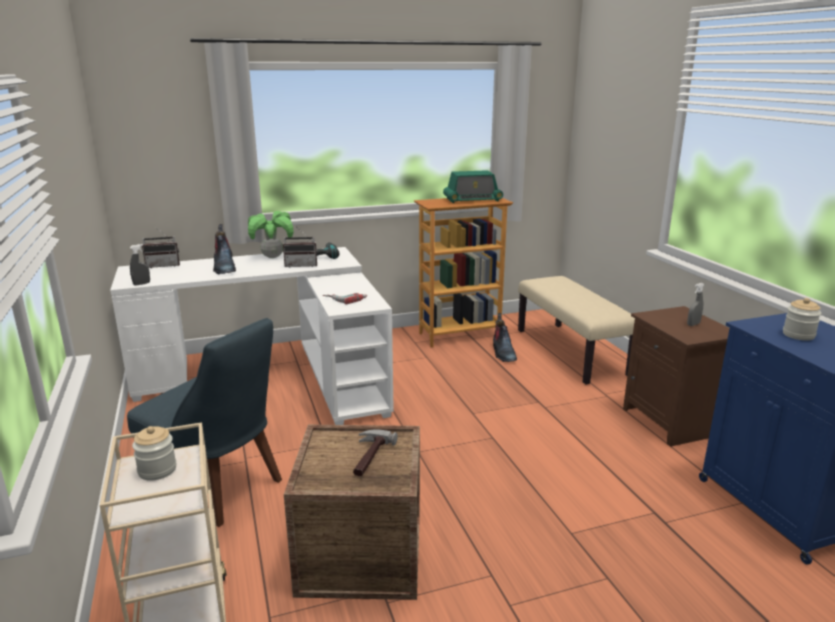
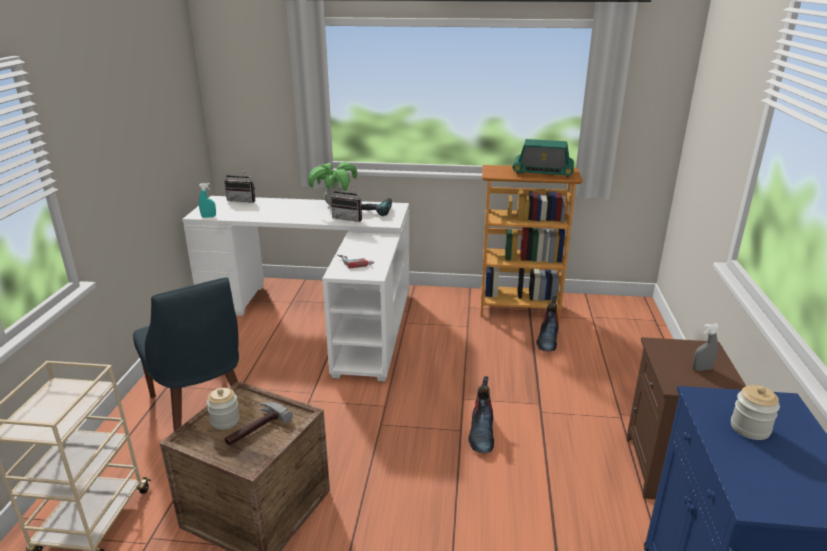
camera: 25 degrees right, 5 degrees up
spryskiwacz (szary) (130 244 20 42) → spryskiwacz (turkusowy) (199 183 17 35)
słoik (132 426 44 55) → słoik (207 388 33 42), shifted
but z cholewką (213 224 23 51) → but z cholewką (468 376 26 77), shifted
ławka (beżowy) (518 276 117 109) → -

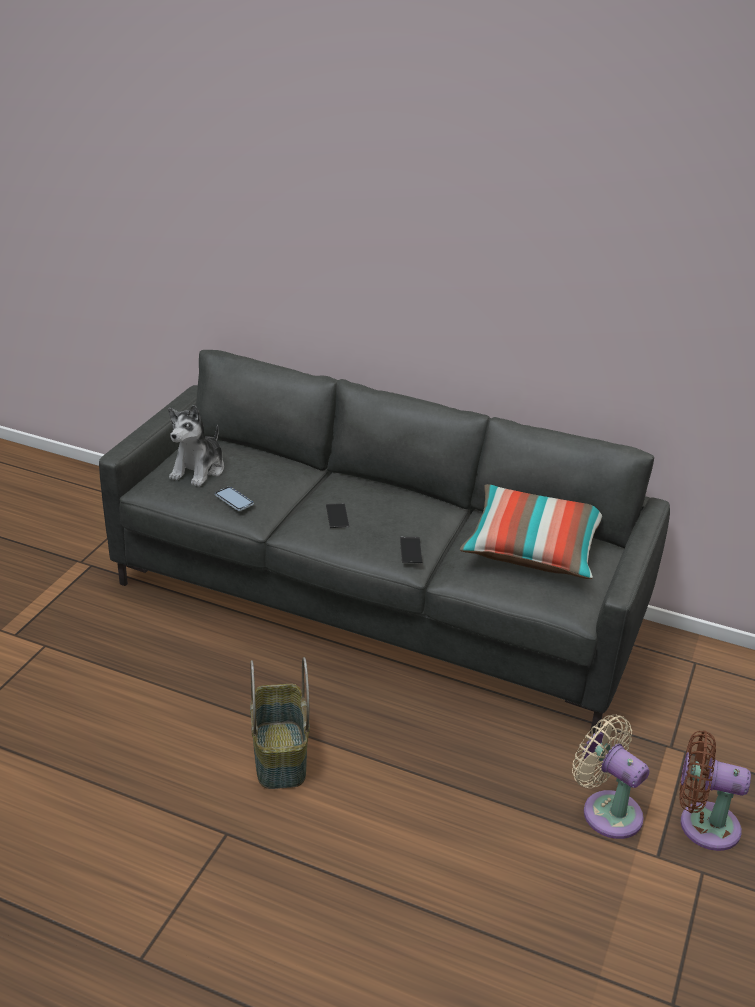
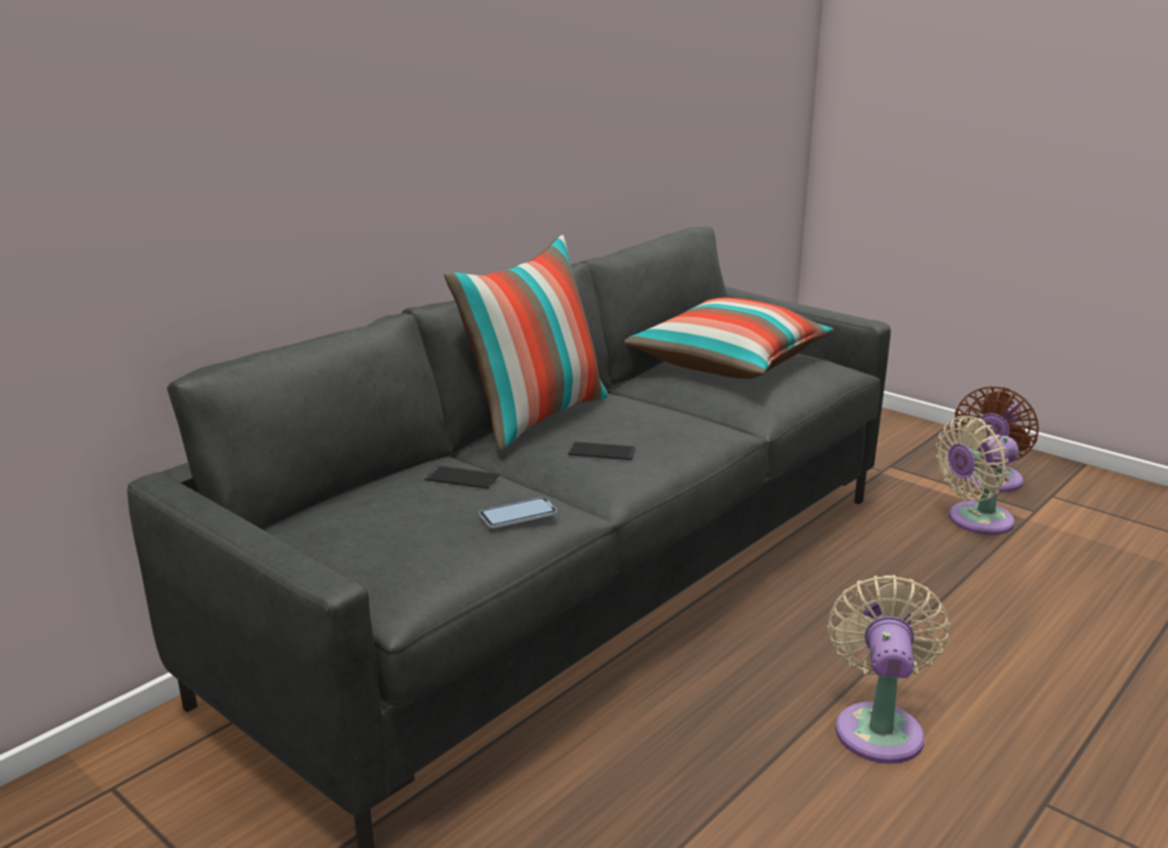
camera: 70 degrees left, 10 degrees down
pluszak (168 405 56 82) → -
koszyk (250 657 60 132) → wentylator (beżowy) (828 575 122 189)
telefon (400 537 22 26) → telefon (424 465 75 24), shifted
- → poduszka (444 235 164 216)

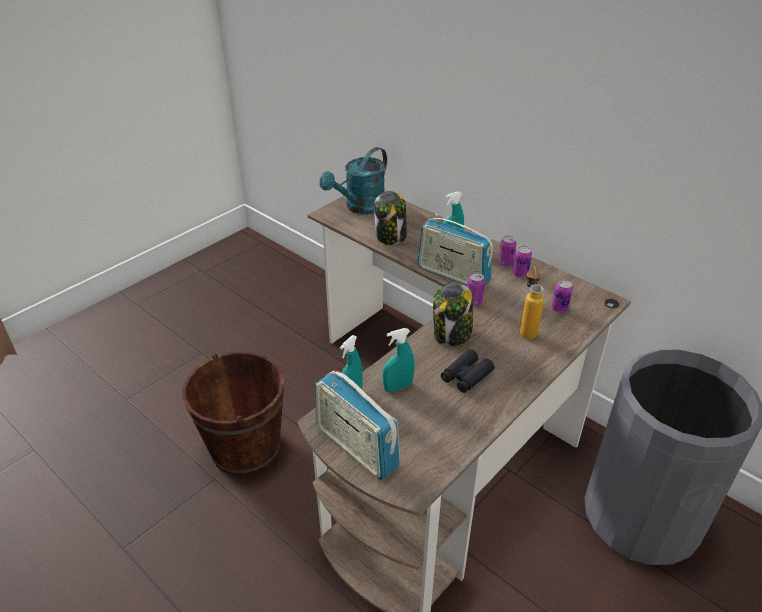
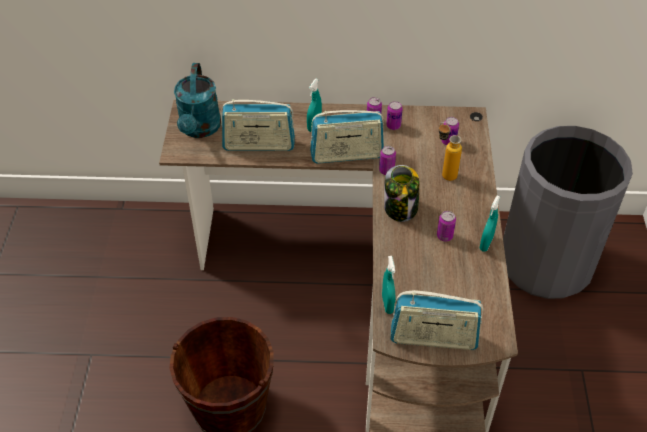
camera: 40 degrees left, 10 degrees up
słoik (374 191 33 54) → radio (221 99 74 52)
spryskiwacz (turkusowy) (383 328 31 64) → spryskiwacz (turkusowy) (480 196 20 56), shifted
lornetka (czarny) (441 349 54 44) → puszka (437 211 19 31)

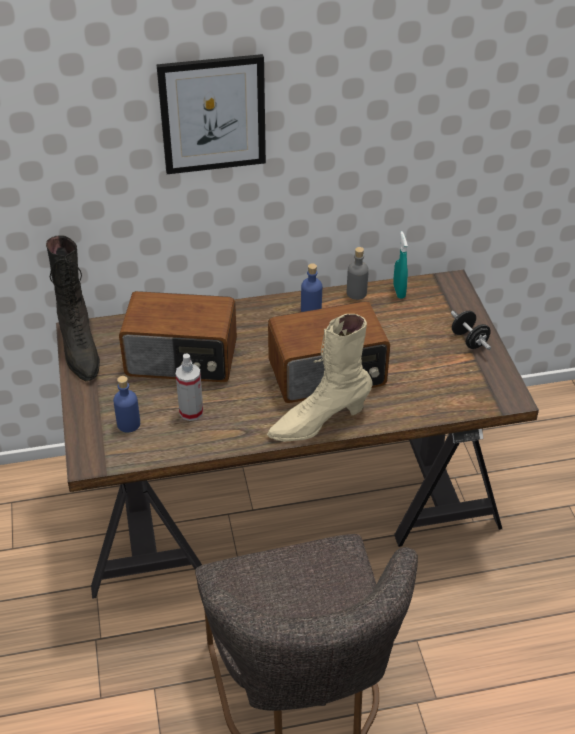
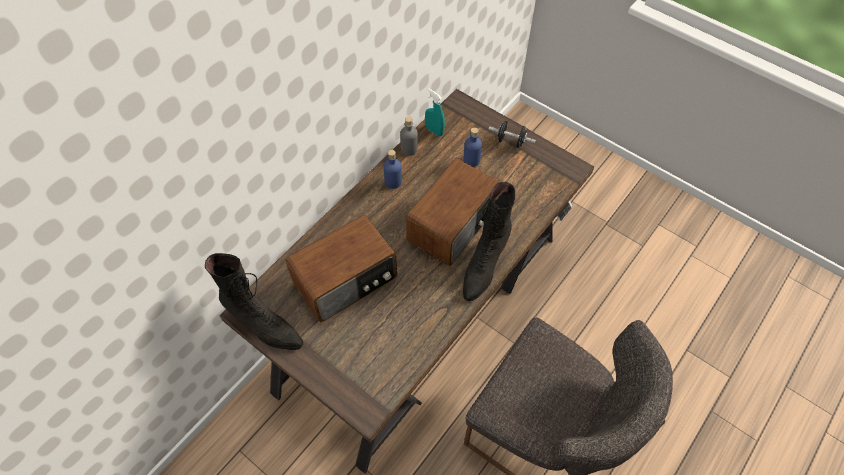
camera: 40 degrees left, 15 degrees up
butelka (niebieski) (113 376 27 57) → butelka (niebieski) (464 127 18 40), shifted
obraz (156 54 110 120) → -
spryskiwacz (176 354 27 67) → -
but z cholewką (beżowy) (267 314 106 128) → but z cholewką (czarny) (463 182 52 119)

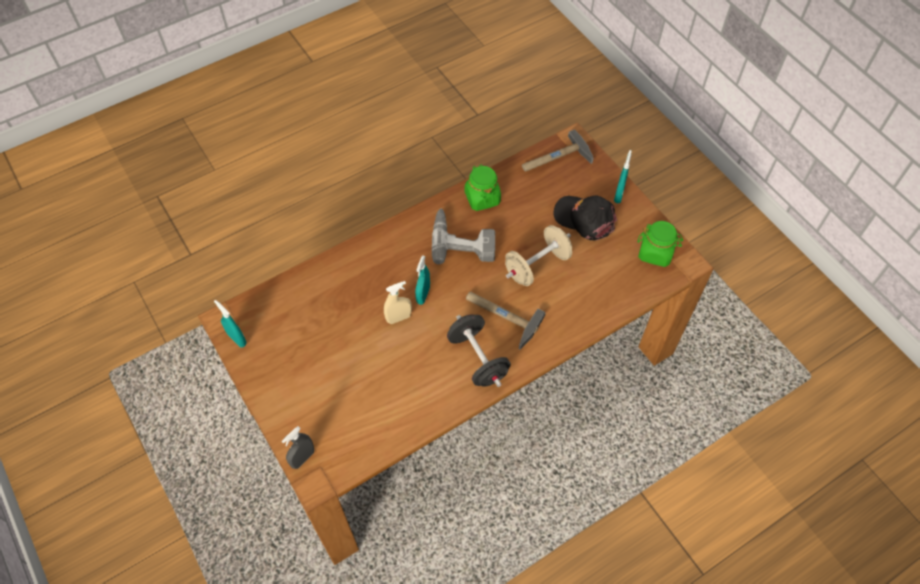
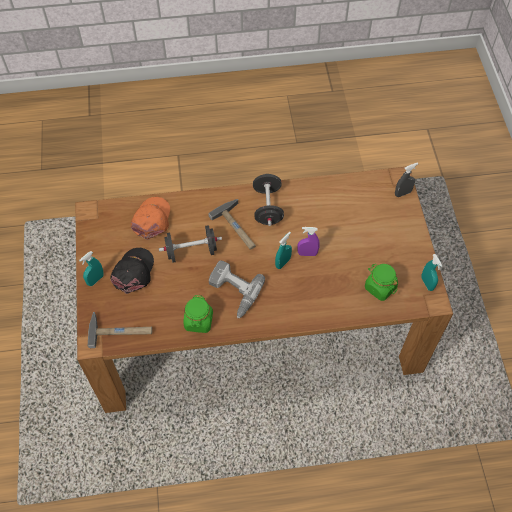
camera: 155 degrees left, 0 degrees up
spryskiwacz (beżowy) (384 281 28 43) → spryskiwacz (fioletowy) (297 227 23 29)
hantel (beżowy) (505 225 67 61) → hantel (czarny) (159 225 63 38)
czapka z daszkiem (czarny) (553 195 64 46) → czapka z daszkiem (czarny) (110 247 44 47), 135 degrees counterclockwise
słoik (zielony) (637 221 46 46) → słoik (zielony) (365 264 33 37), shifted
- → czapka z daszkiem (pomarańczowy) (131 197 39 43)

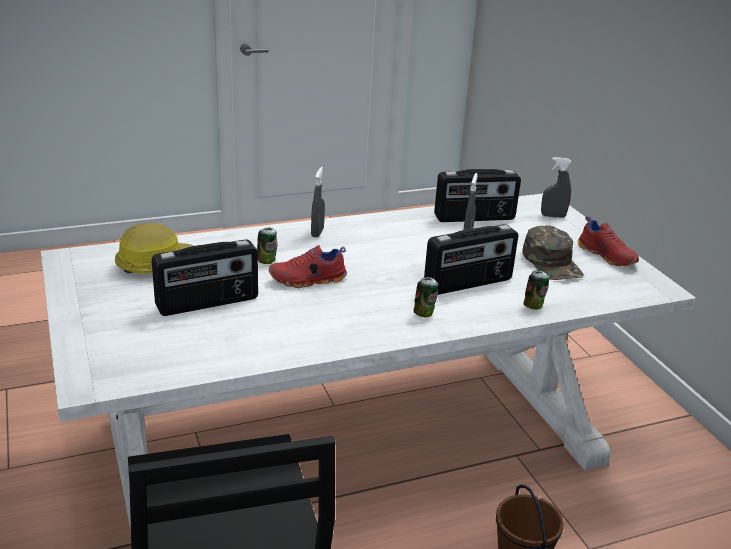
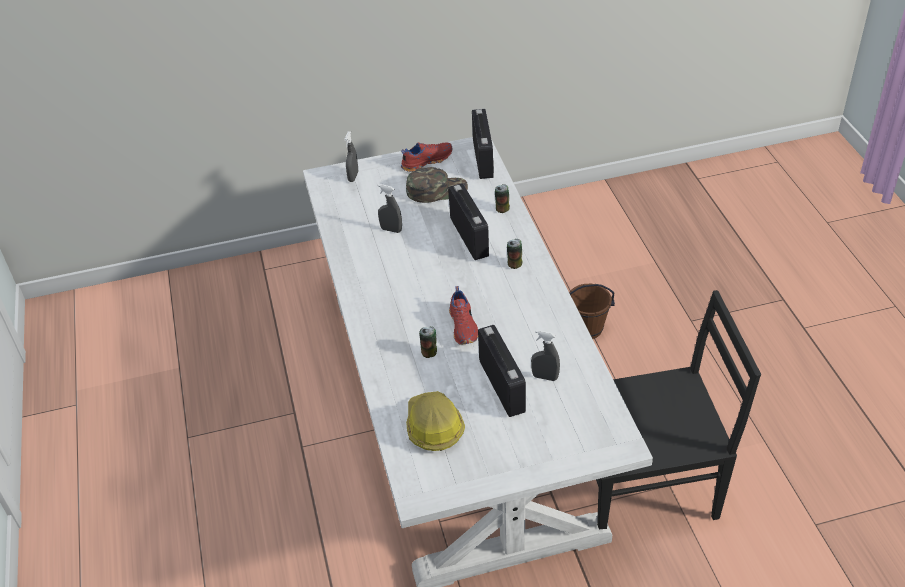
camera: 80 degrees left, 15 degrees up
spryskiwacz (szary) (311 167 14 70) → spryskiwacz (szary) (531 330 29 51), shifted
radio (434 169 87 53) → radio (472 109 22 70), shifted

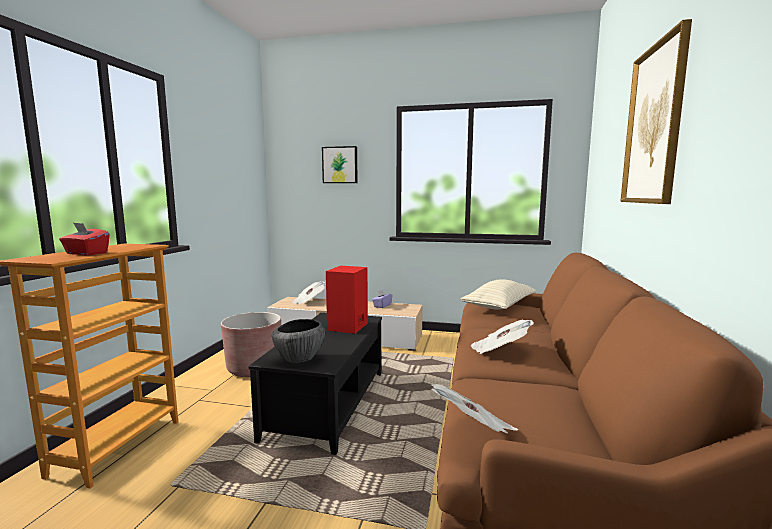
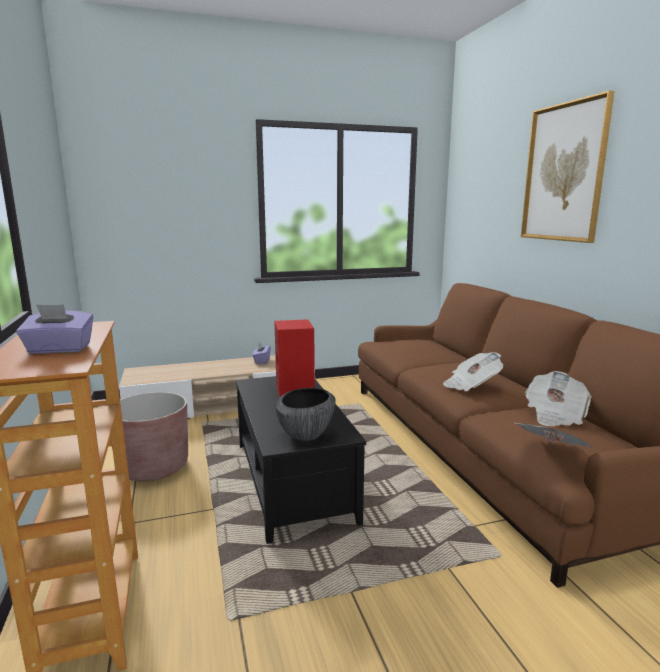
camera: 30 degrees left, 5 degrees up
pudełko chusteczek (czerwony) (59 223 51 32) → pudełko chusteczek (fioletowy) (16 304 77 50)
gazeta (292 281 33 23) → gazeta (525 371 67 55), shifted
obraz (322 146 36 37) → -
poduszka (beżowy) (460 279 76 31) → -

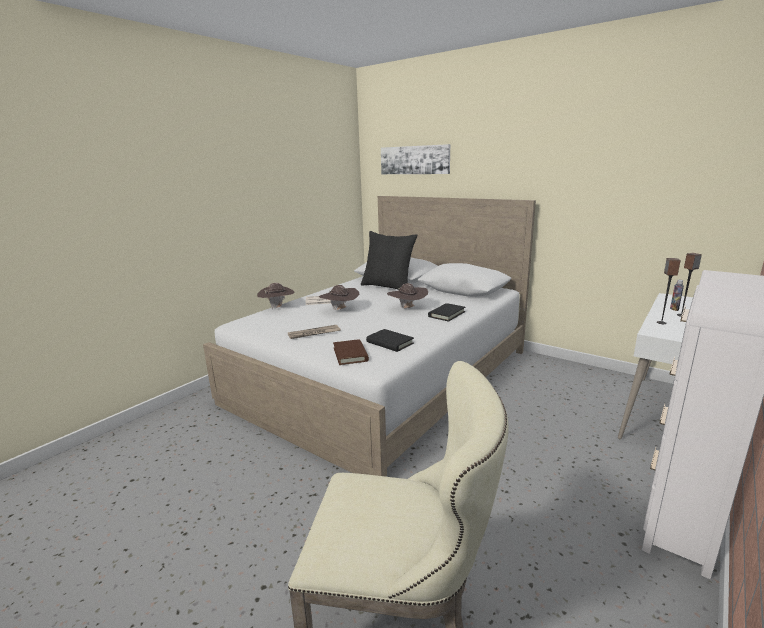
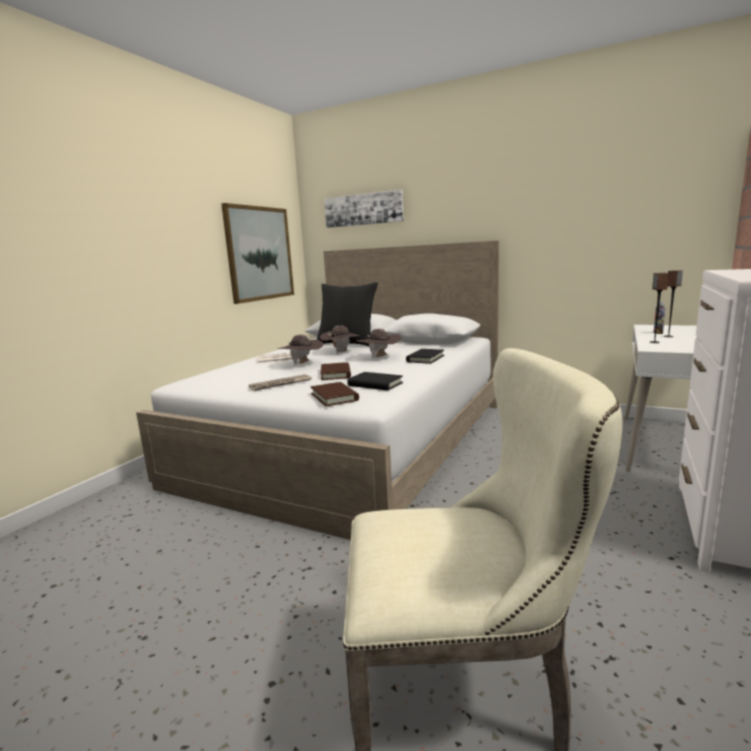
camera: 10 degrees left, 5 degrees down
kapelusz (brązowy) (257 283 37 26) → kapelusz (brązowy) (320 325 40 29), shifted
- → obraz (221 203 73 101)
- → książka (brązowy) (321 362 30 18)

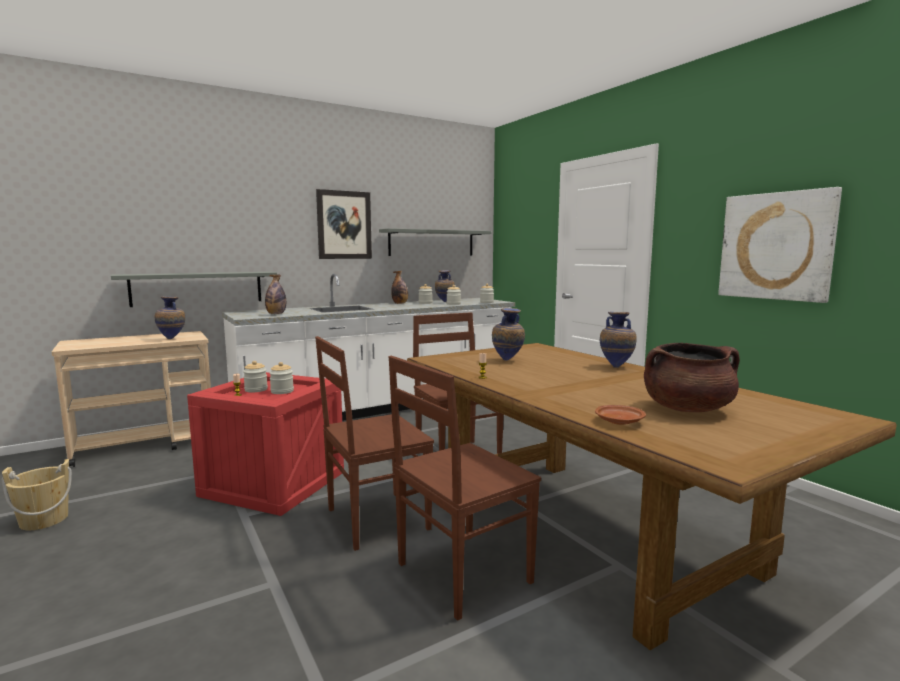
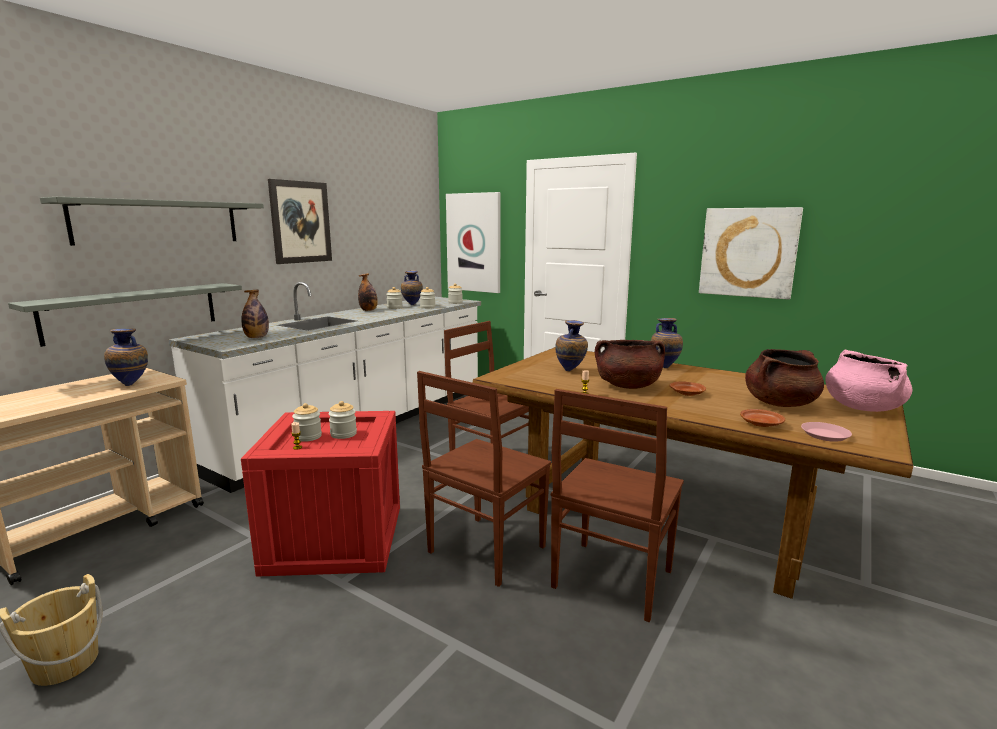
camera: 25 degrees left, 5 degrees up
półka (szary) (379 228 113 28) → półka (szary) (40 197 224 49), shifted
- → obraz (446 192 55 101)
- → garnek (brązowy) (595 340 70 49)
- → talerz (brązowy) (670 381 36 15)
- → talerz (różowy) (801 422 51 20)
- → garnek (różowy) (825 349 88 63)

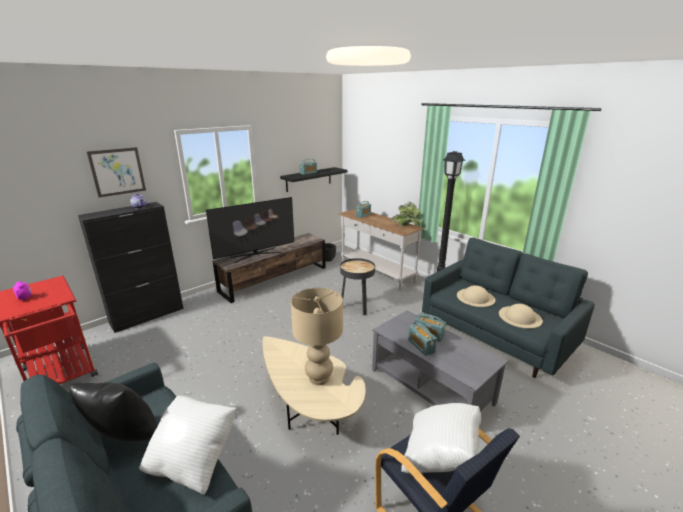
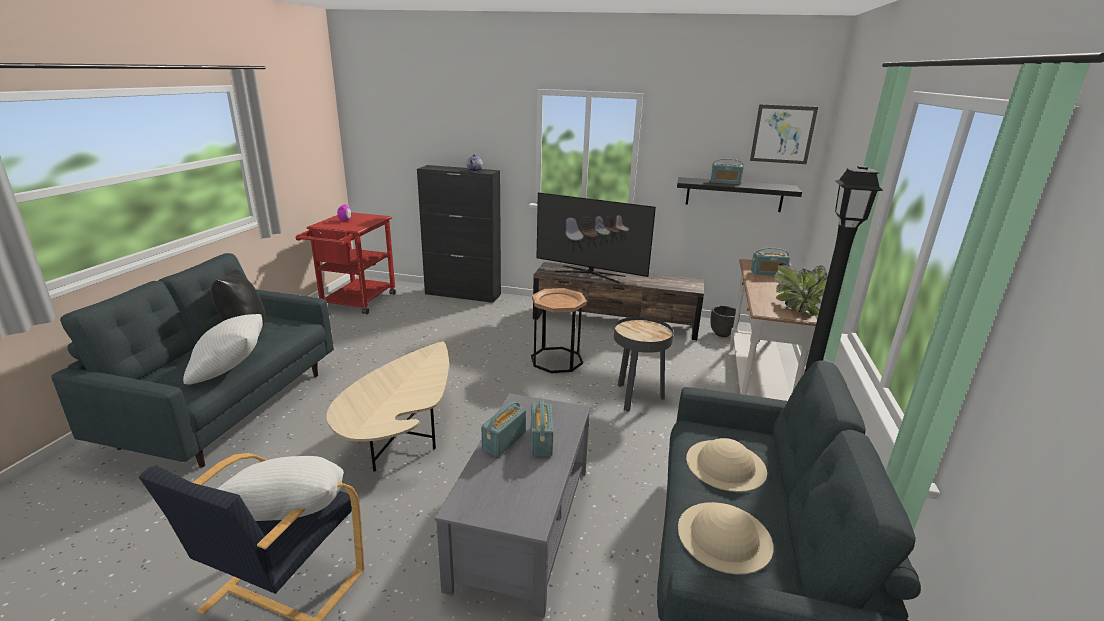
camera: 55 degrees right, 0 degrees up
obraz (87 147 59 50) → obraz (750 104 68 60), shifted
lampa stołowa (beżowy) (291 288 52 97) → -
- → stolik (brązowy) (531 288 56 85)

